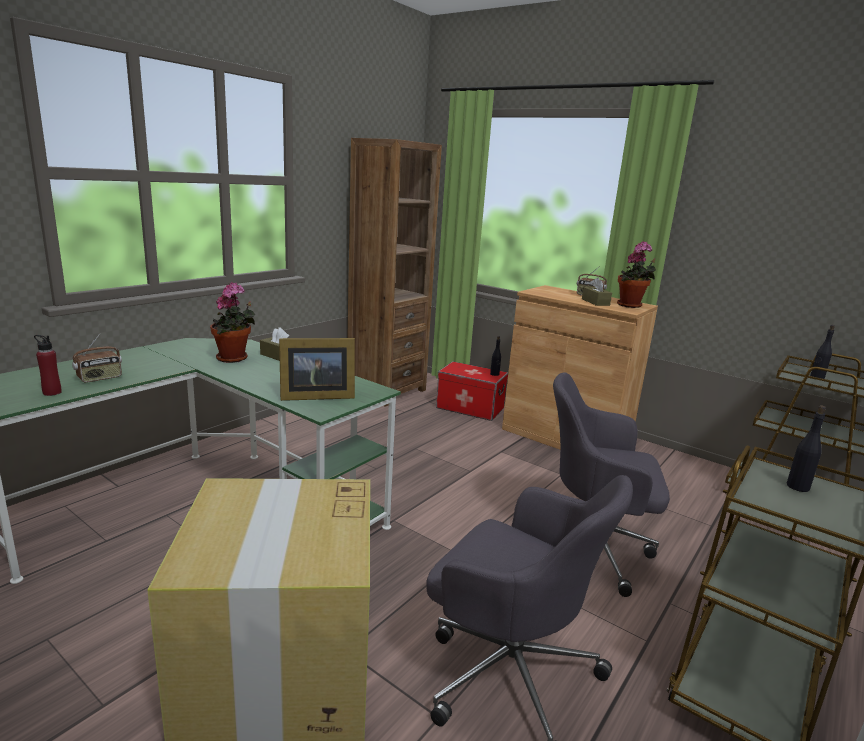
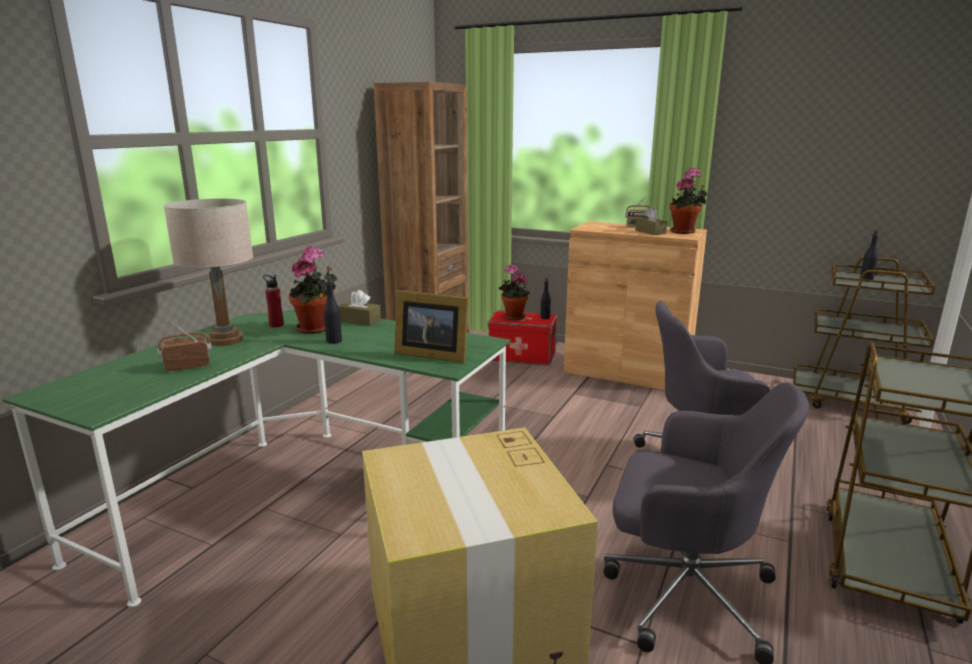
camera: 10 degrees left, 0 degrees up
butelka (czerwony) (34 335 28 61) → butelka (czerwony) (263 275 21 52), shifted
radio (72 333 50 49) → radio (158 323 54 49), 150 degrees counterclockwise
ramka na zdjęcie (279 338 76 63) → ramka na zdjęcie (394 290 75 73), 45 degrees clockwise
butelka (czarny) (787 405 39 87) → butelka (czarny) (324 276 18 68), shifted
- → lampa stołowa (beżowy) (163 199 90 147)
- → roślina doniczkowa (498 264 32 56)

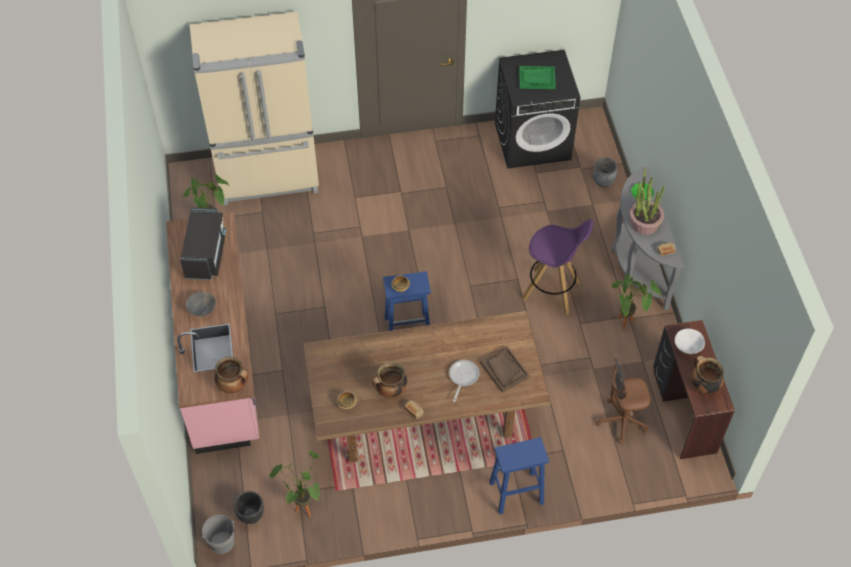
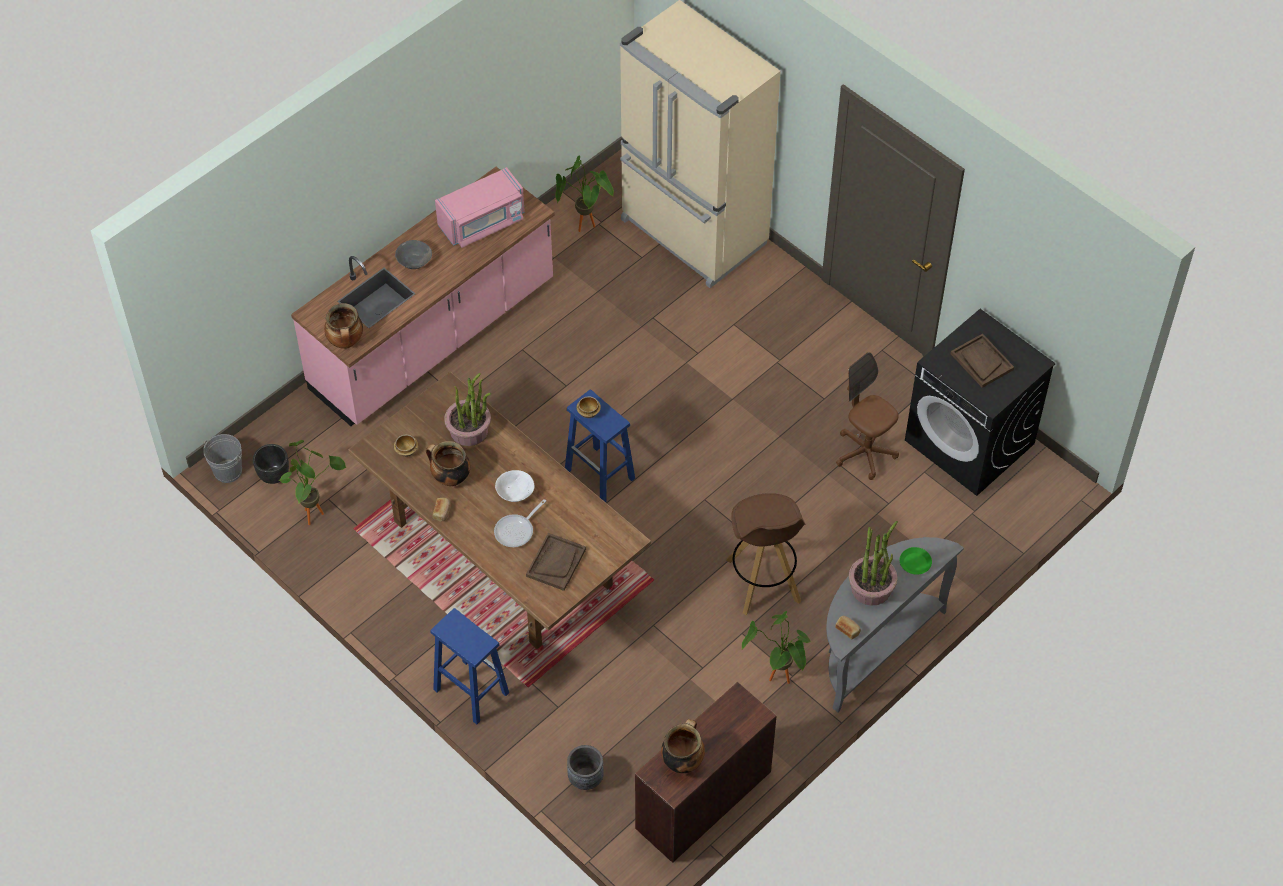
camera: 55 degrees right, 0 degrees up
mikrofalówka (czarny) (180 207 46 73) → mikrofalówka (różowy) (435 167 90 81)
patelnia (449 360 30 42) → patelnia (494 499 52 48), 150 degrees clockwise
taca (zielony) (519 66 37 23) → taca (brązowy) (951 334 63 54)
stołek (fioletowy) (521 219 72 96) → stołek (brązowy) (726 493 80 122)
donica (szary) (593 157 25 30) → donica (szary) (567 745 37 45), shifted
krzesło biurowe (brązowy) (596 358 54 86) → krzesło biurowe (brązowy) (836 352 63 128), shifted
miska (biały) (675 329 30 25) → miska (biały) (495 470 39 32), shifted
- → roślina doniczkowa (444 373 47 73)

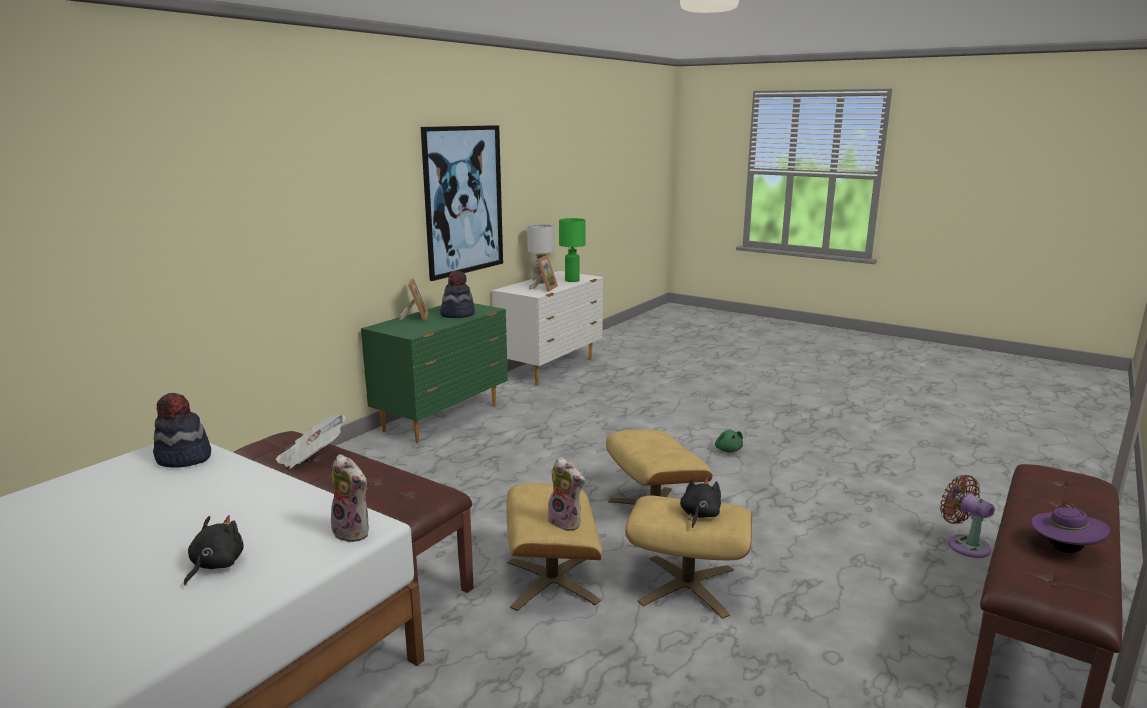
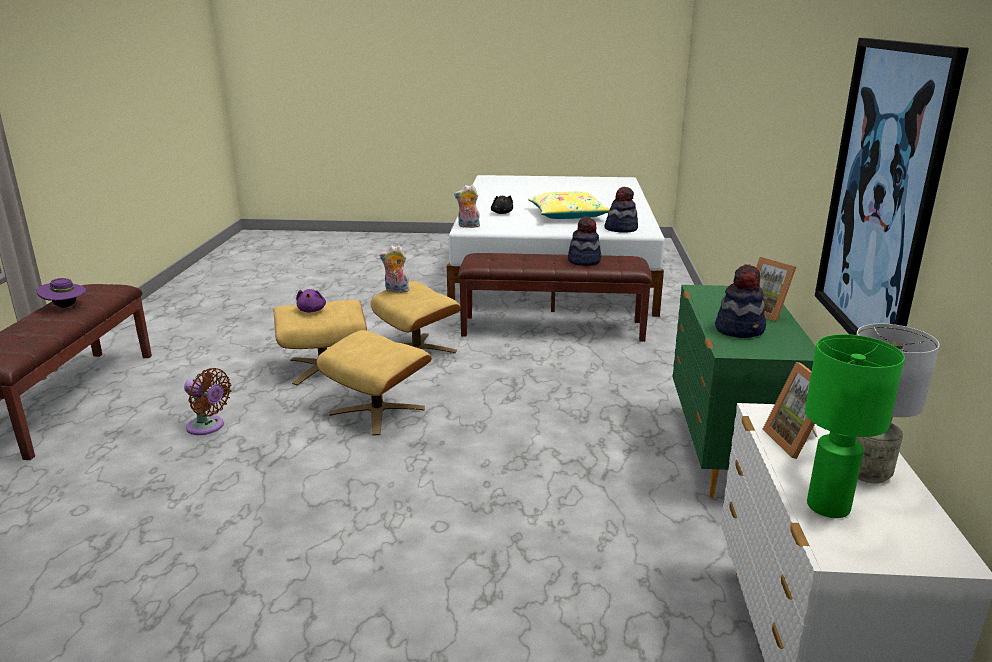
camera: 150 degrees right, 5 degrees up
gazeta (276 415 70 54) → kapelusz (568 216 34 50)
pluszak (czarny) (680 477 41 51) → pluszak (fioletowy) (296 289 30 24)
pluszak (zielony) (715 430 28 23) → -
wentylator (brązowy) (940 475 55 83) → wentylator (brązowy) (184 368 47 67), shifted
- → poduszka (żółty) (528 191 81 28)

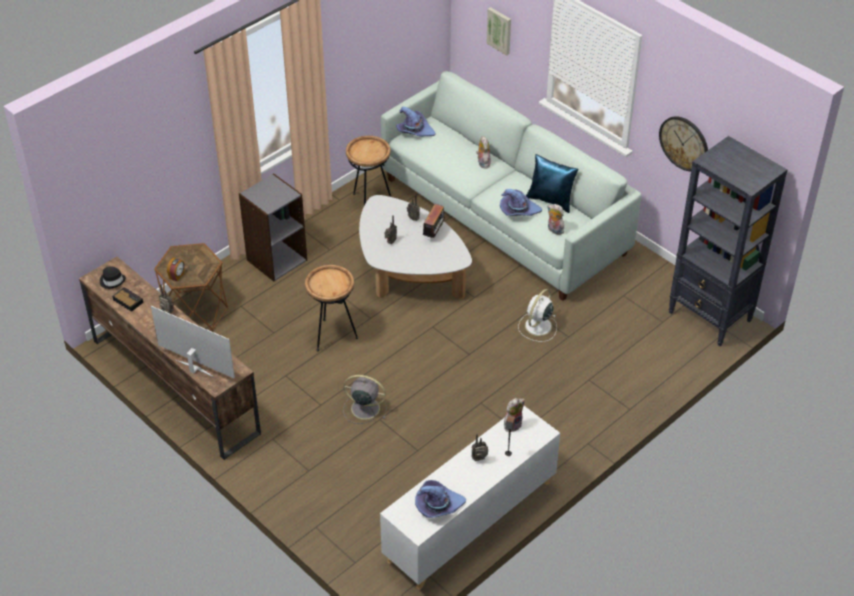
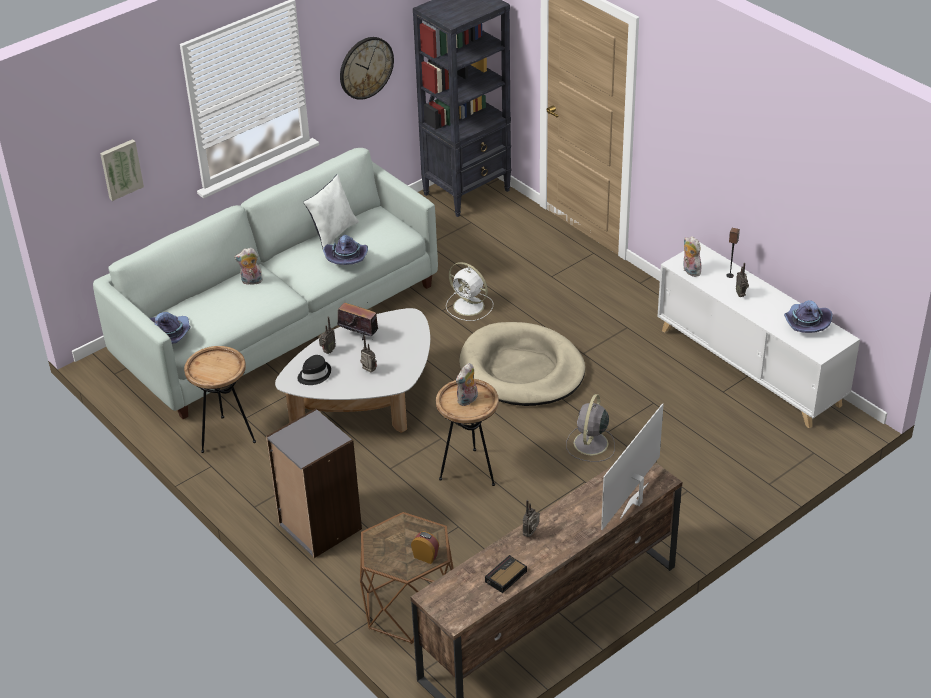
camera: 85 degrees left, 5 degrees down
kapelusz (czarny) (100 266 26 23) → kapelusz (czarny) (298 355 33 30), shifted
poduszka (niebieski) (526 154 52 59) → poduszka (biały) (303 174 56 74)
pluszak (547 204 17 31) → pluszak (456 363 22 43), shifted
- → legowisko (beżowy) (459 322 126 84)

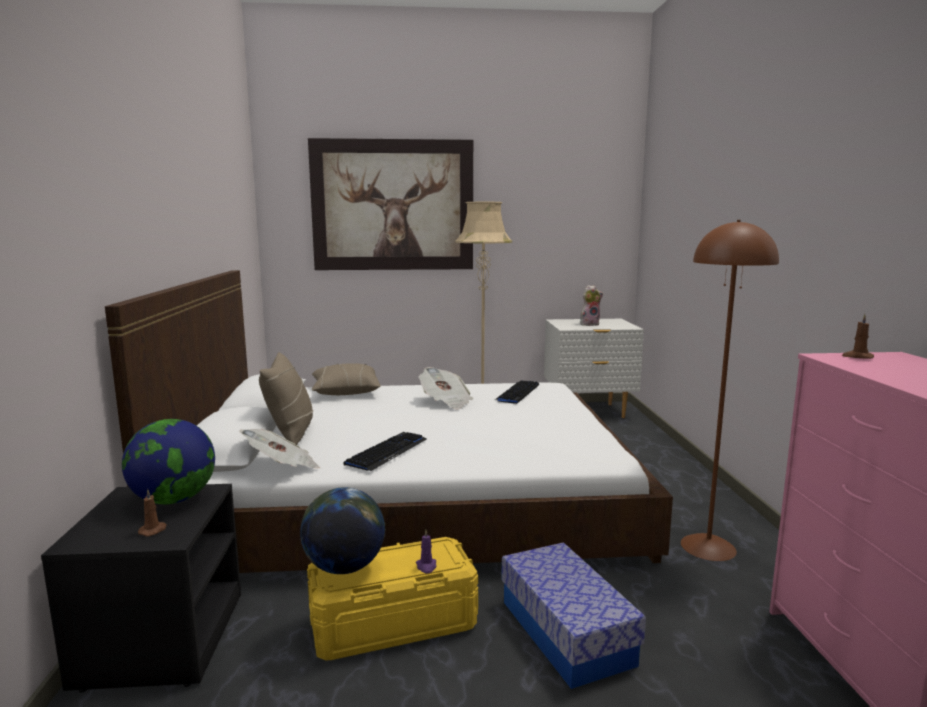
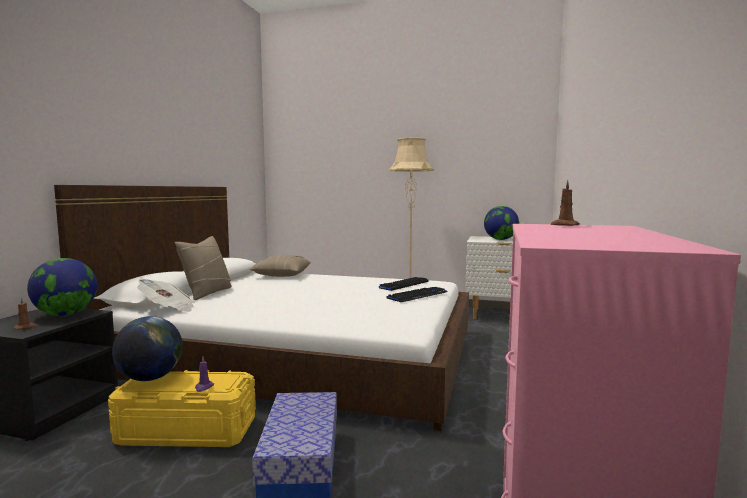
camera: 20 degrees right, 5 degrees down
obraz (308 138 165 132) → -
klawiatura (344 432 83 39) → klawiatura (386 287 62 15), shifted
gazeta (418 367 55 43) → -
pluszak (580 285 23 41) → globus (484 206 35 34)
lampa stojąca (brązowy) (681 220 98 341) → -

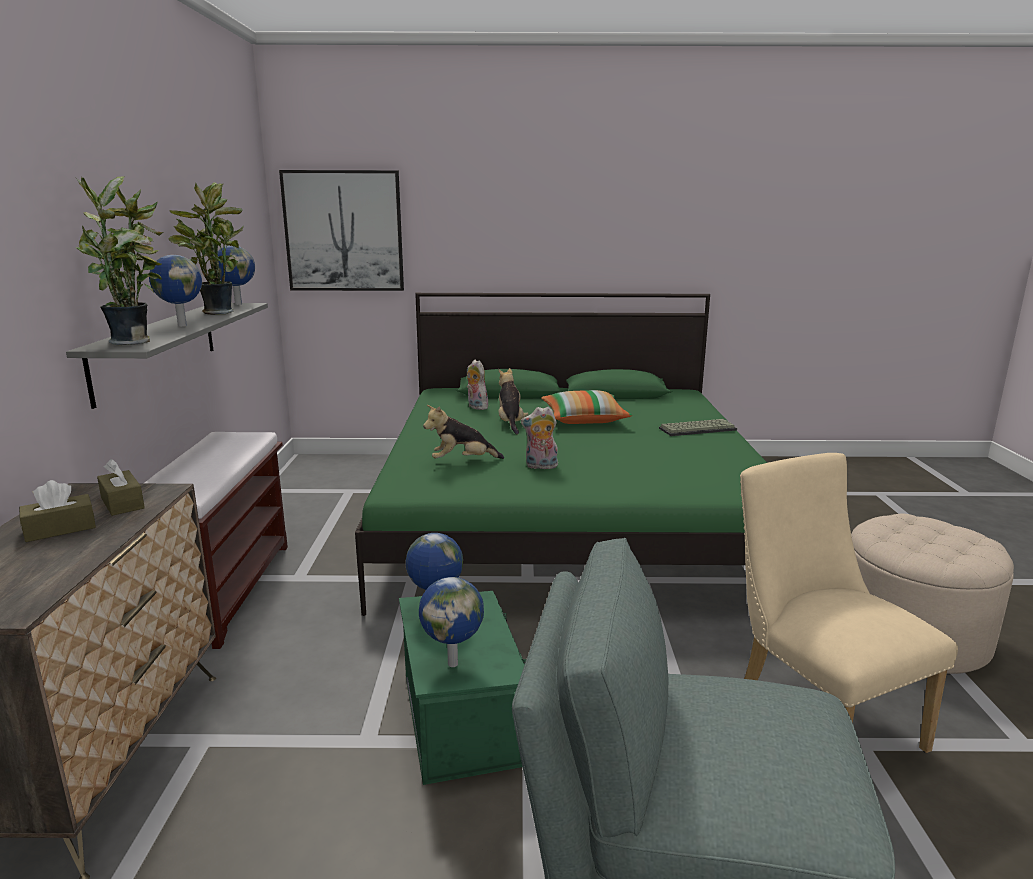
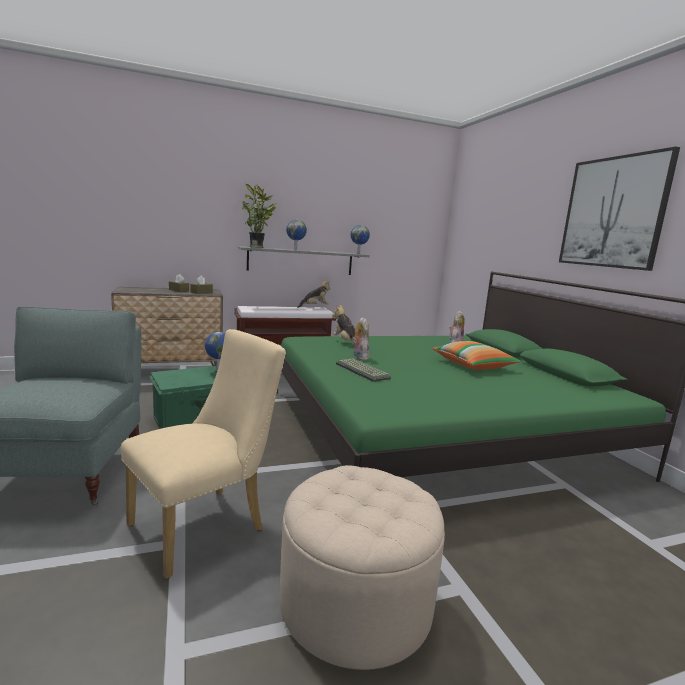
camera: 70 degrees right, 5 degrees down
roślina doniczkowa (169 183 75 132) → -
obraz (279 170 125 121) → obraz (559 147 121 124), shifted
globus (419 577 65 90) → -
pluszak (499 368 29 67) → pluszak (297 279 34 29), shifted
klawiatura (659 419 78 17) → klawiatura (336 358 55 24), shifted

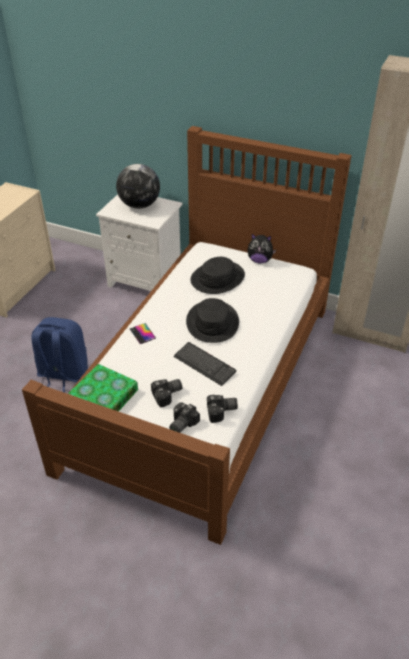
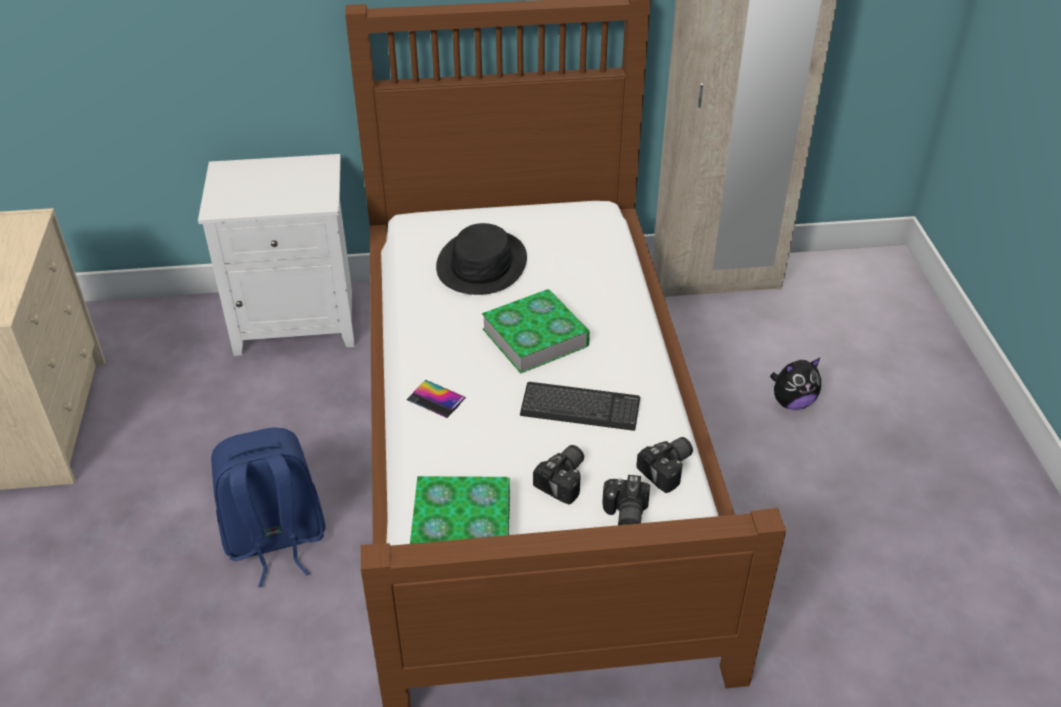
camera: 30 degrees left, 0 degrees up
globus (116 164 44 45) → -
kapelusz (czarny) (186 298 53 45) → książka (482 289 108 85)
pluszak (247 234 29 30) → pluszak (770 357 51 53), shifted

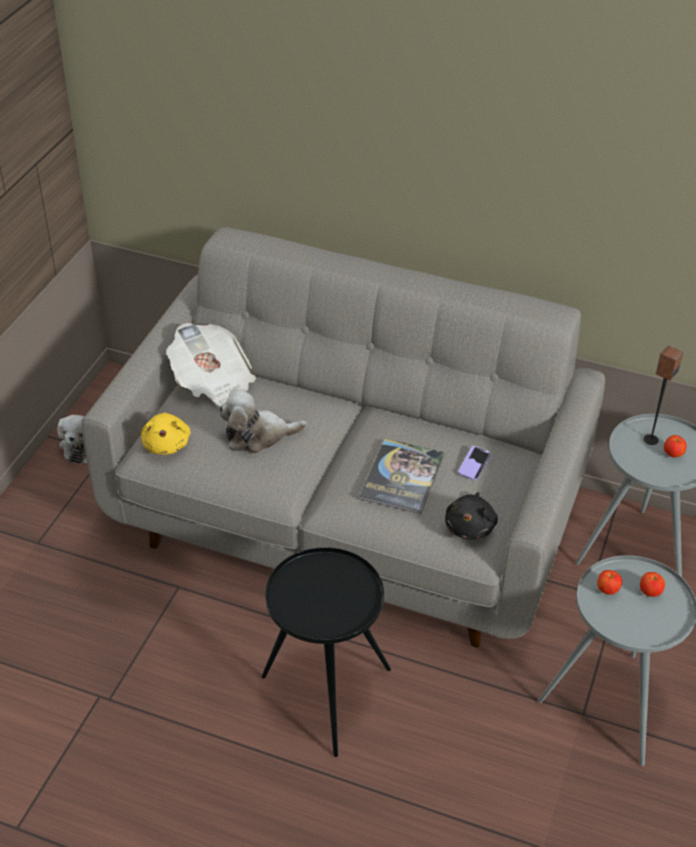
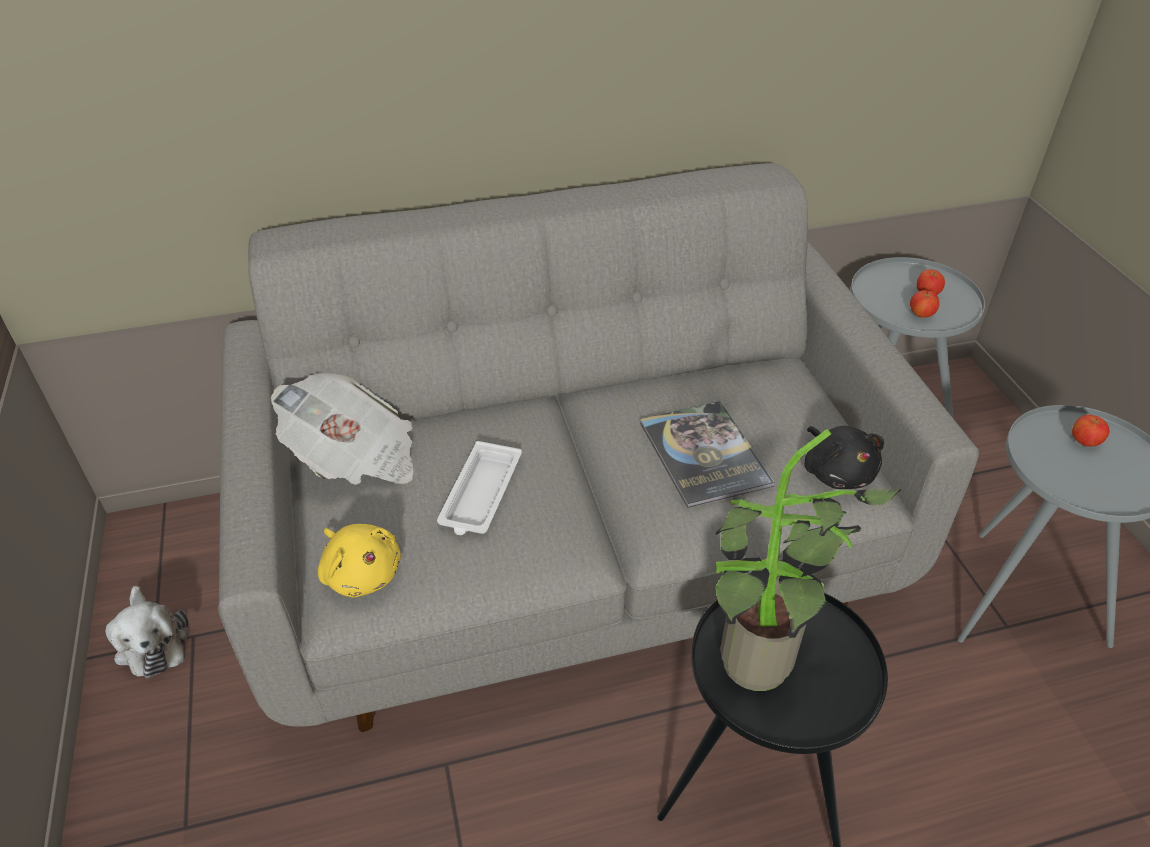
camera: 35 degrees left, 0 degrees up
pluszak (219 389 88 65) → taca (biały) (437 441 85 94)
telefon (458 446 33 35) → -
jabłko (597 570 25 25) → jabłko (910 290 29 28), shifted
głośnik (644 346 39 99) → -
- → roślina doniczkowa (715 429 186 262)

